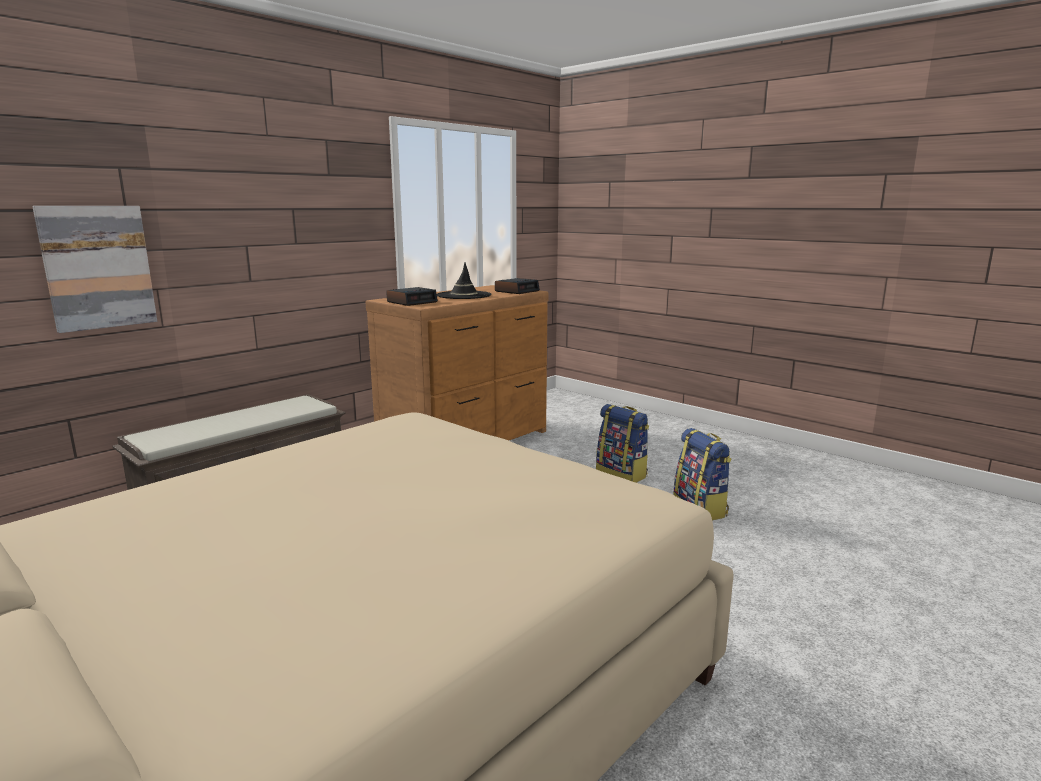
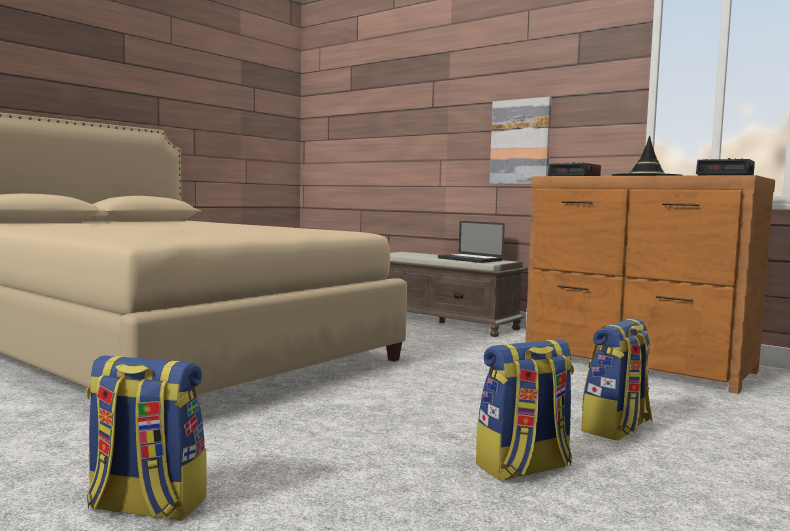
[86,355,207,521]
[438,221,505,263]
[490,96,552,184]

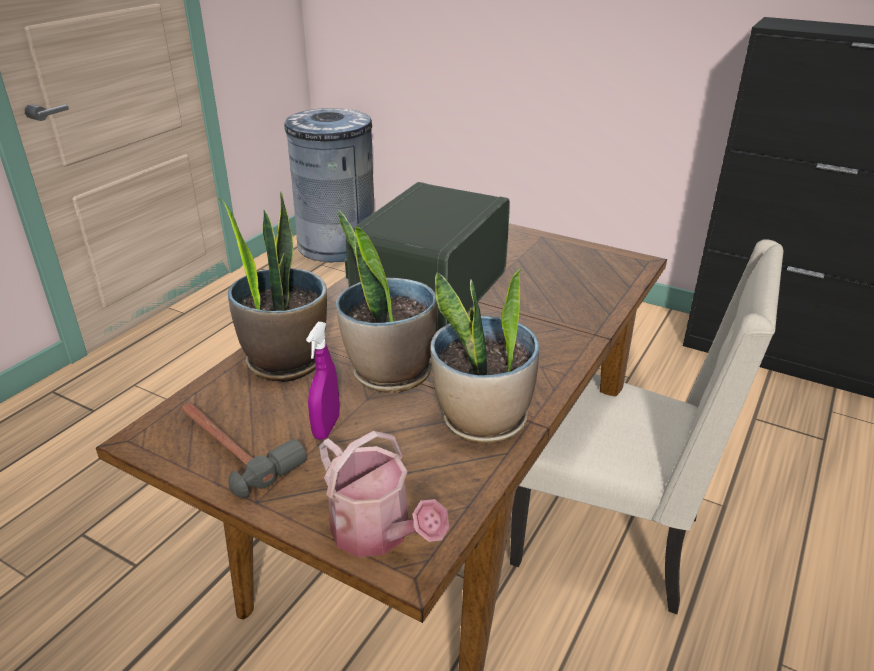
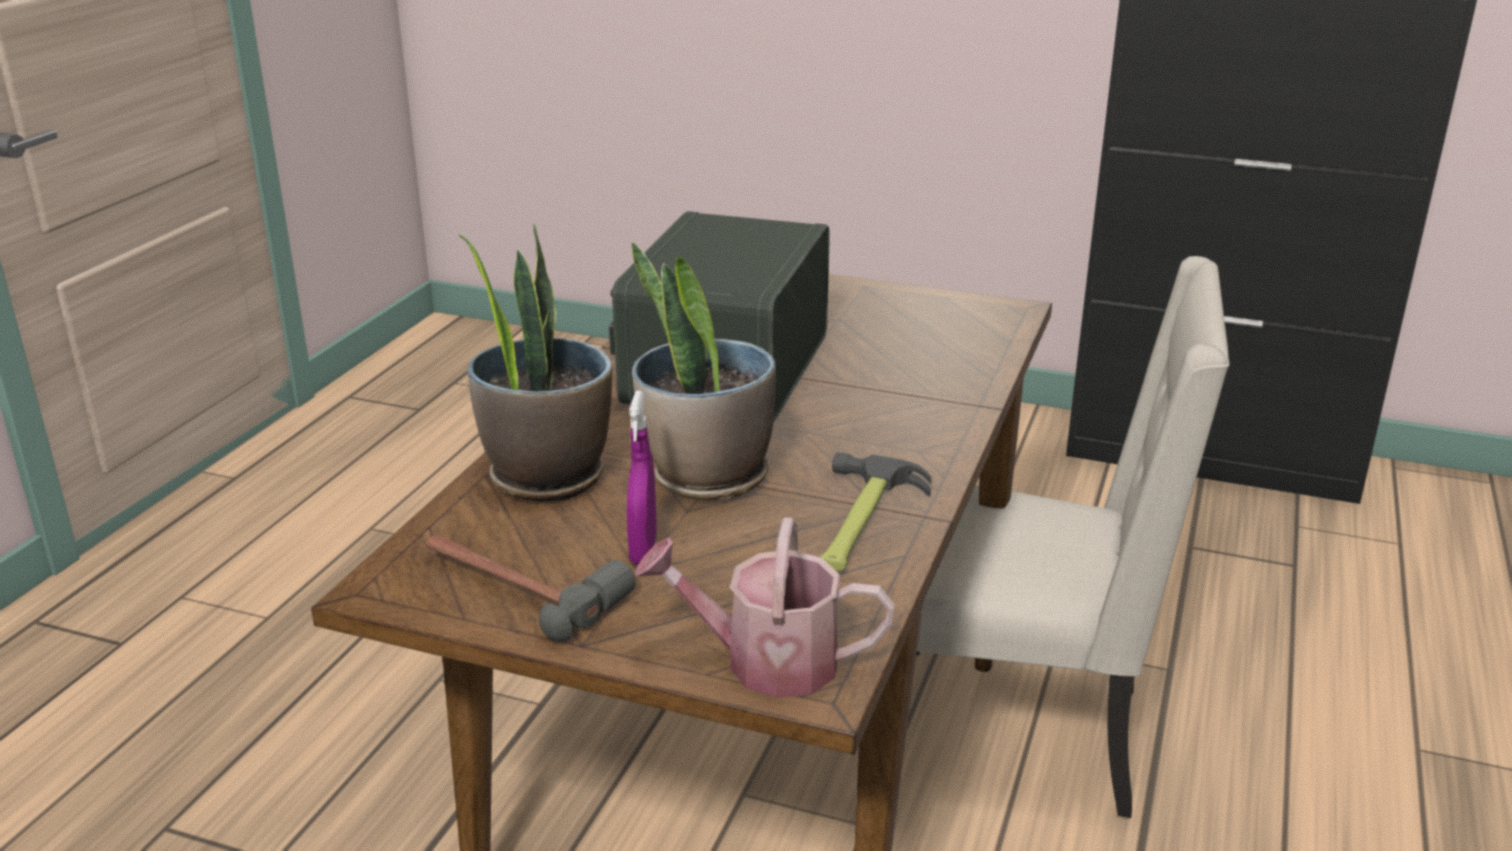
[284,108,374,263] (first image)
[820,452,932,571]
[635,517,894,698]

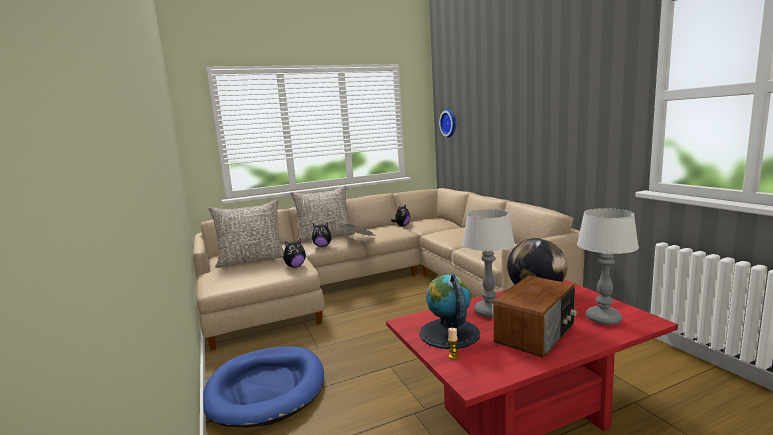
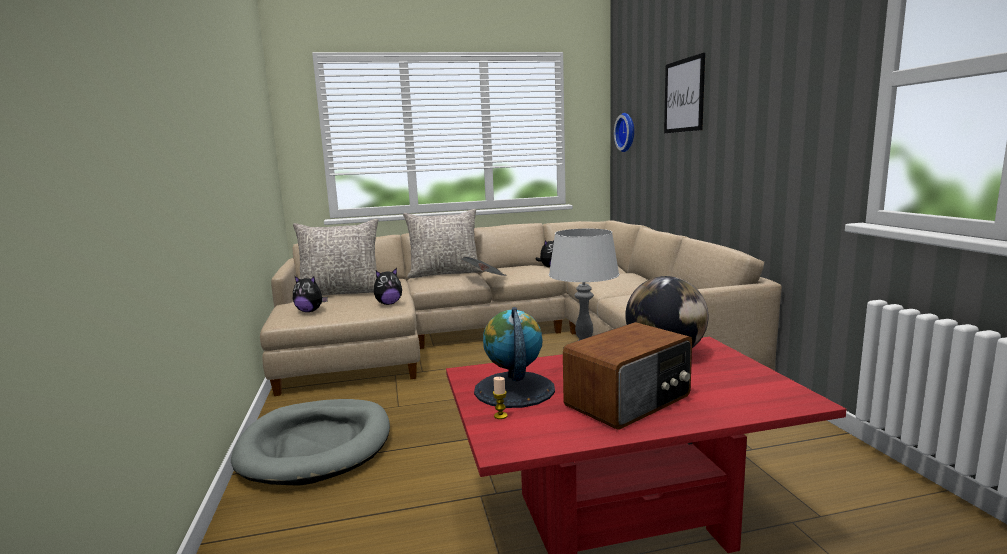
[577,208,639,325] (first image)
[664,53,705,133]
[293,276,328,312]
[231,399,390,486]

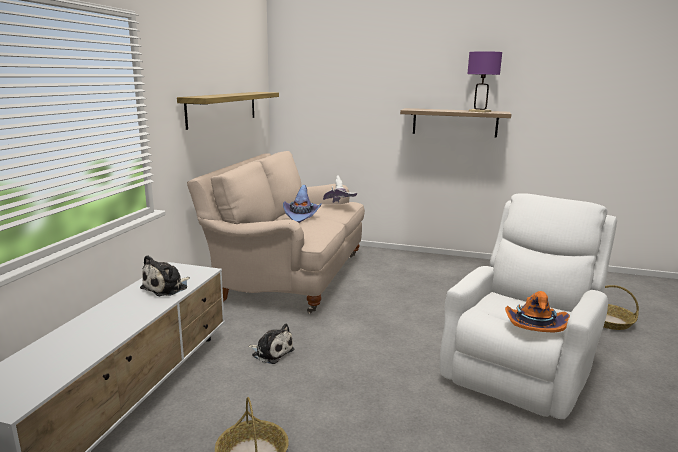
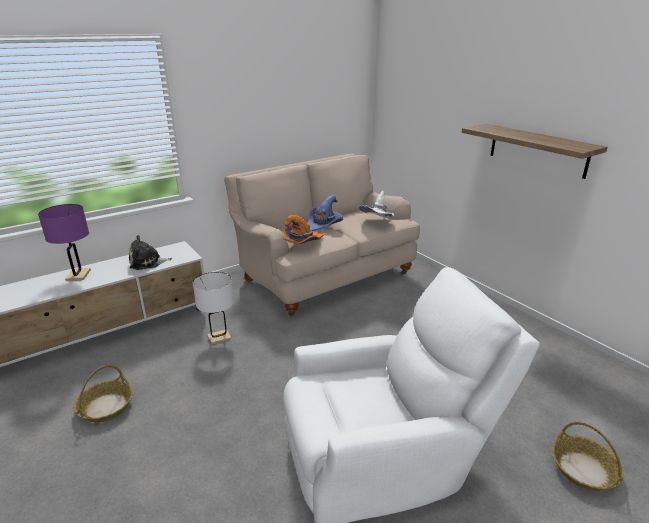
[177,92,279,130] (first image)
[38,204,91,281]
[282,215,323,244]
[193,272,234,345]

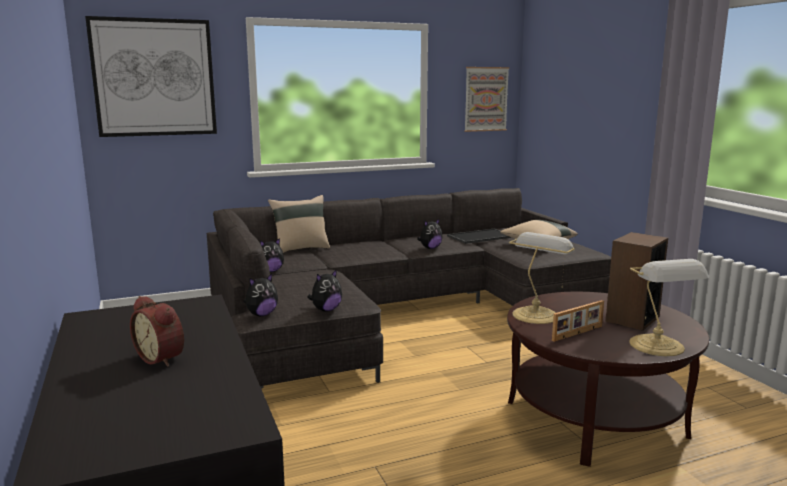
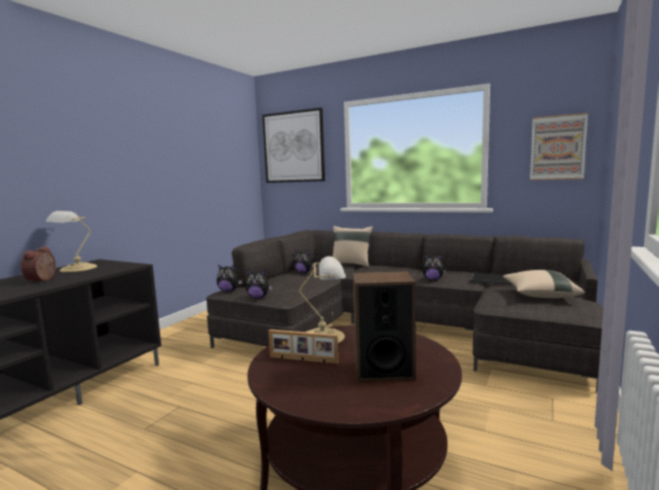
[46,211,97,272]

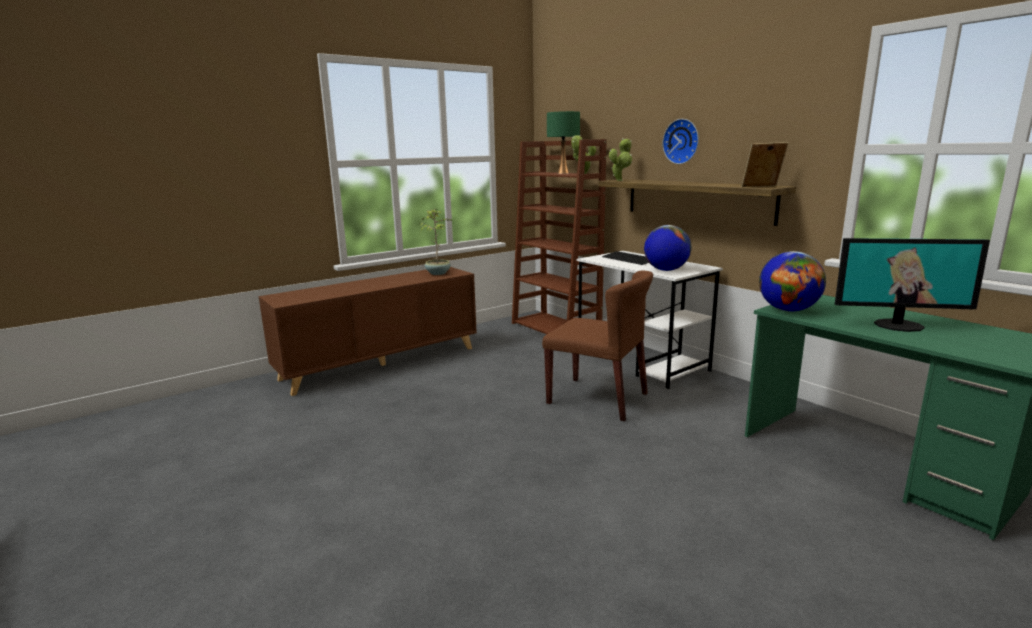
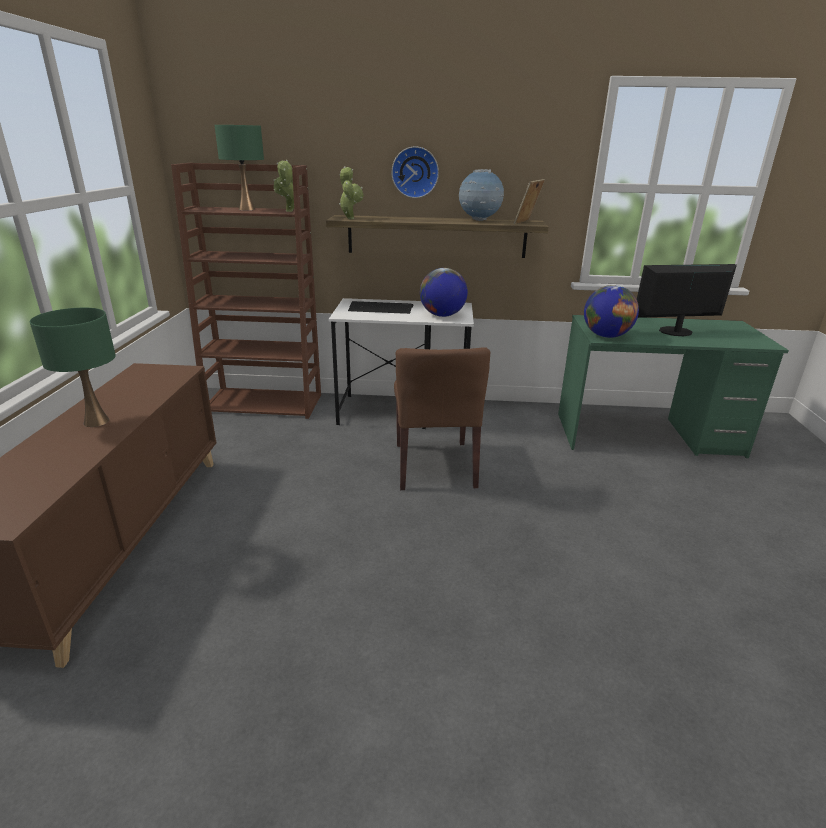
[419,209,452,275] (first image)
[30,308,116,427]
[459,169,504,221]
[394,347,490,490]
[637,264,737,336]

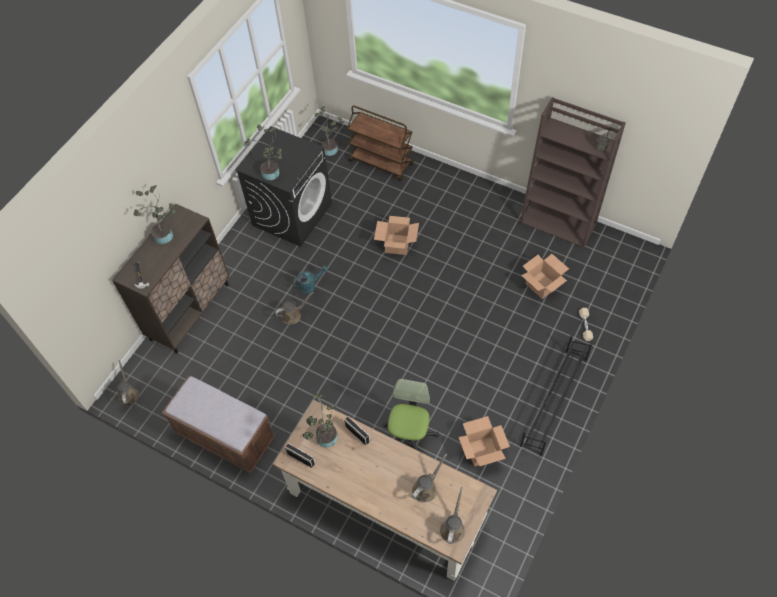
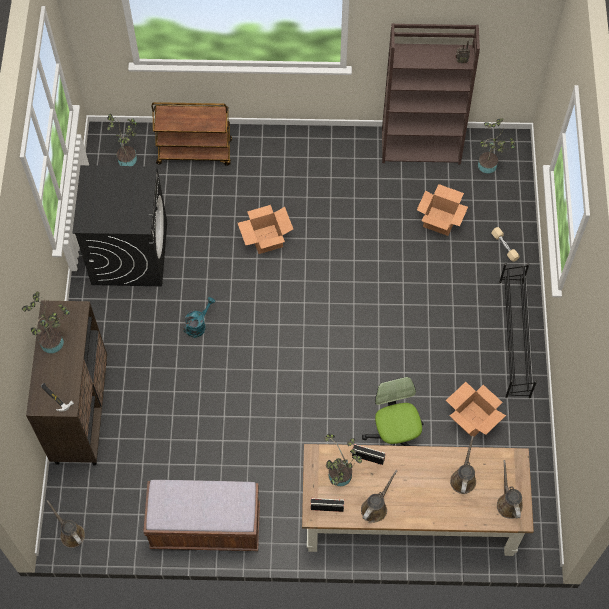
[478,118,515,174]
[361,470,398,523]

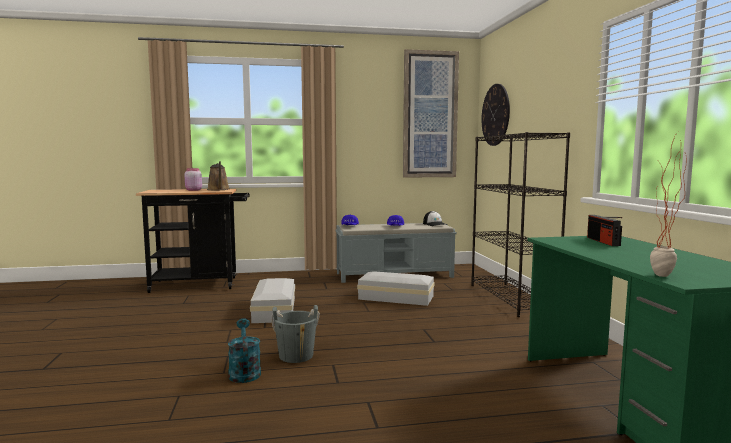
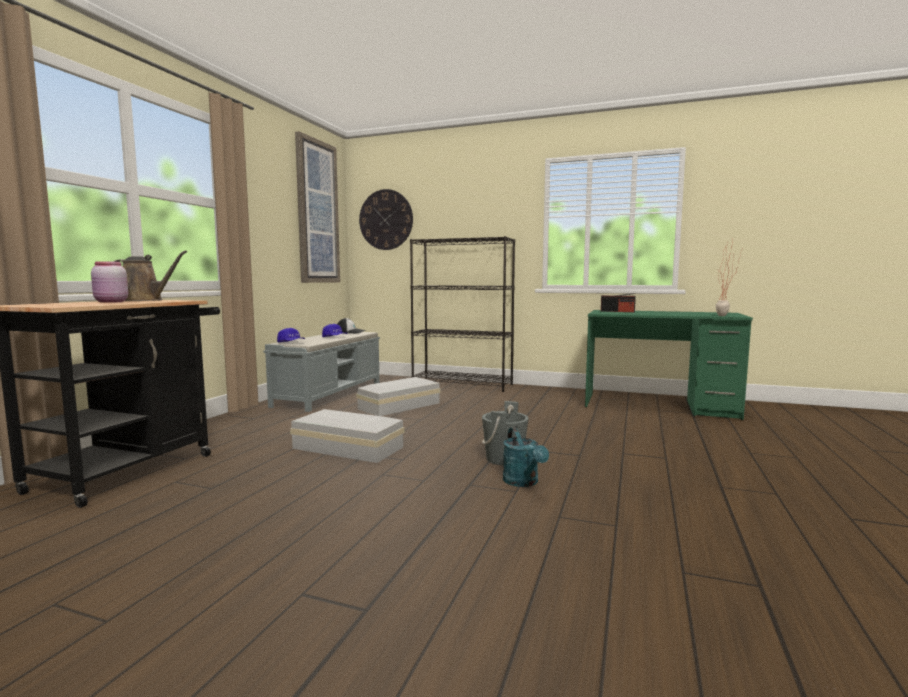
[503,427,549,487]

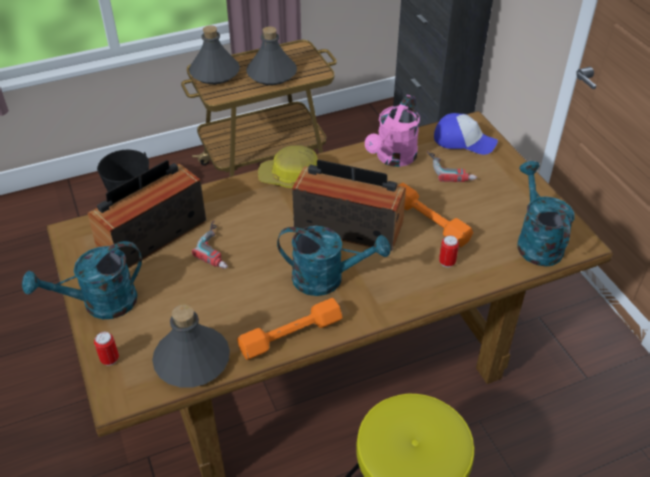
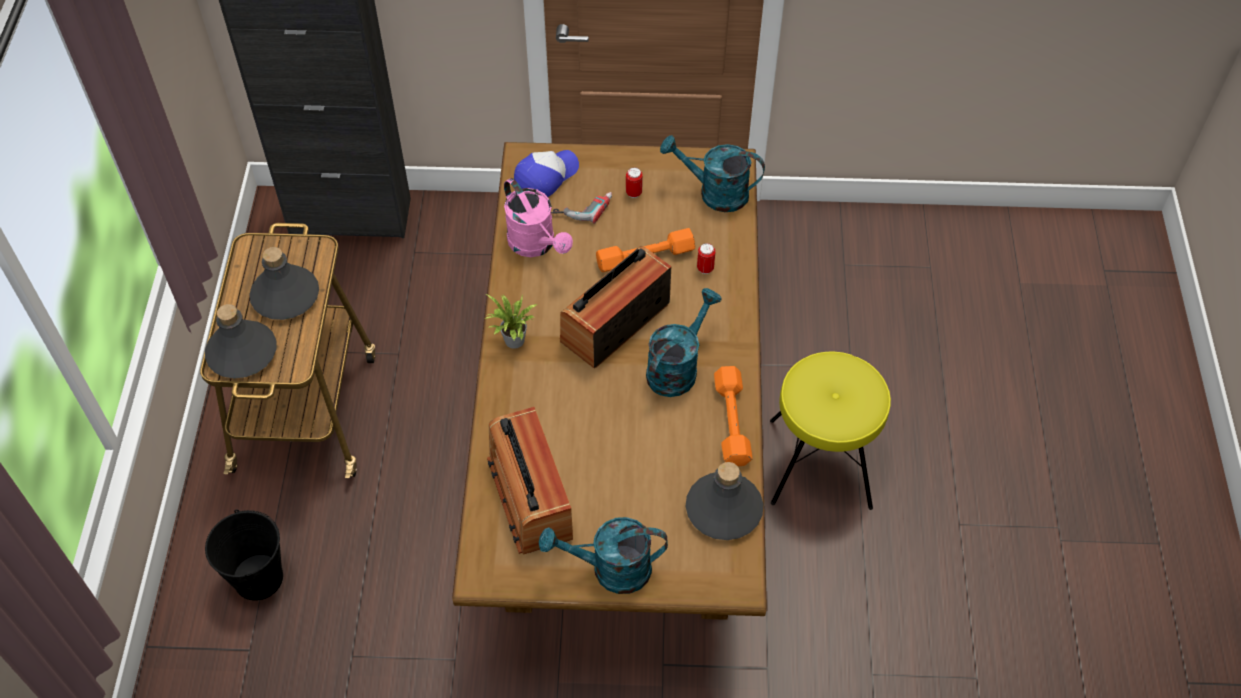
[192,221,228,269] (first image)
[626,167,643,198]
[485,294,537,349]
[539,517,668,594]

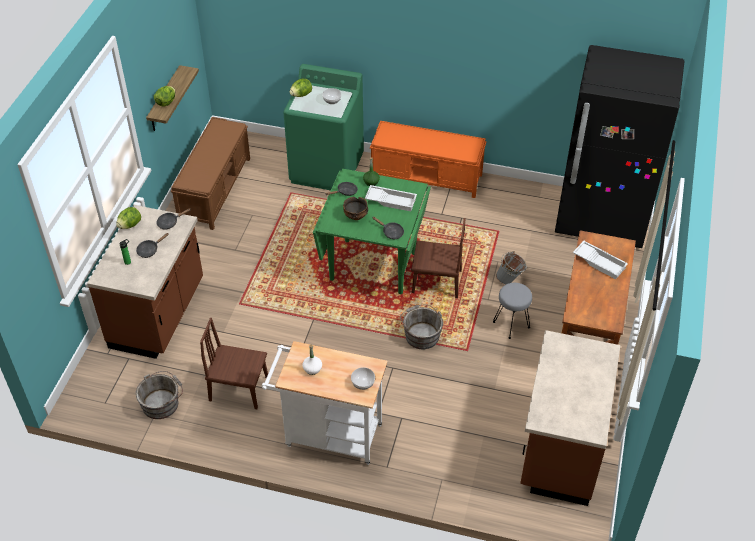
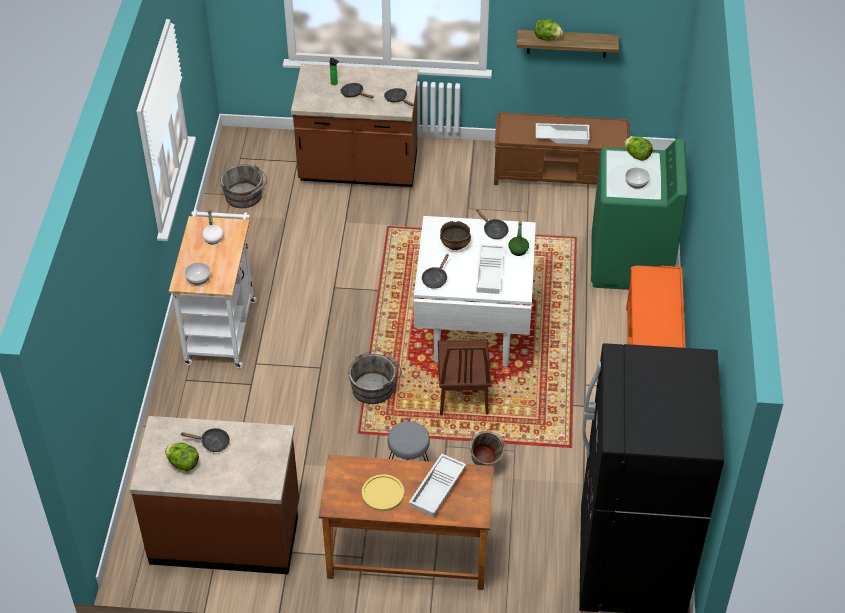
[200,318,268,409] (first image)
[181,428,230,452]
[362,474,404,511]
[536,123,590,144]
[165,443,199,472]
[414,216,536,367]

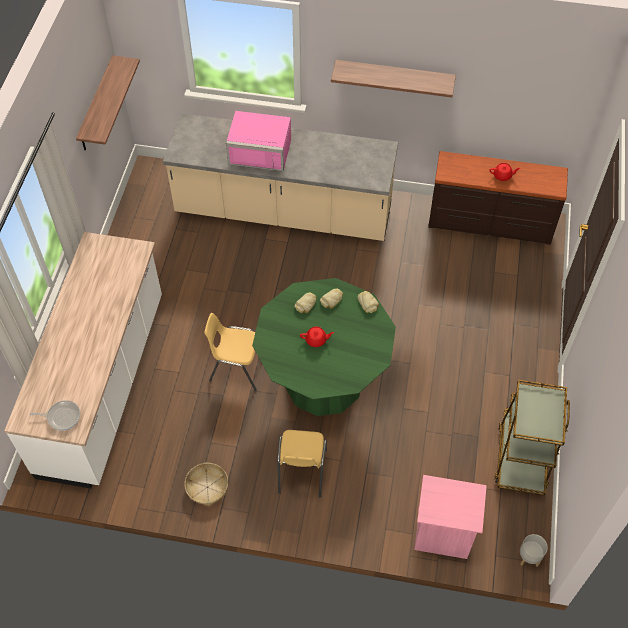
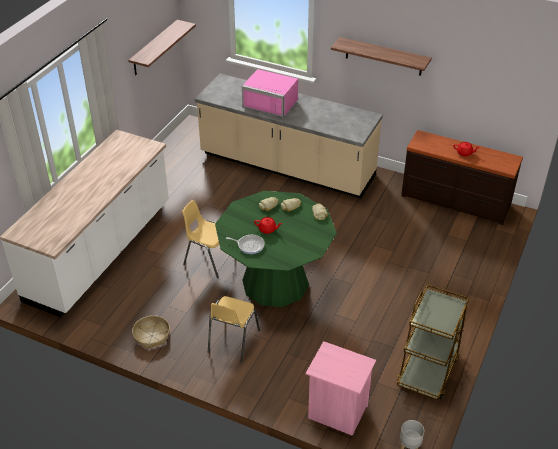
[226,235,265,254]

